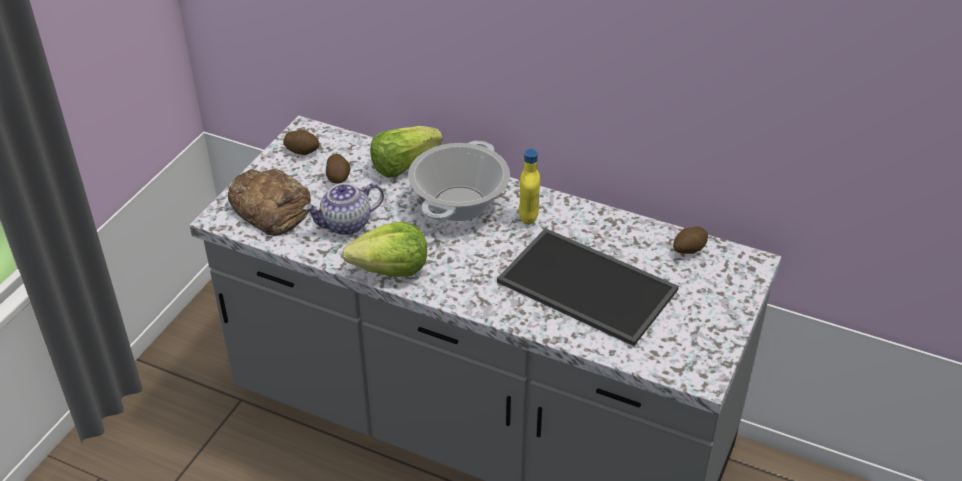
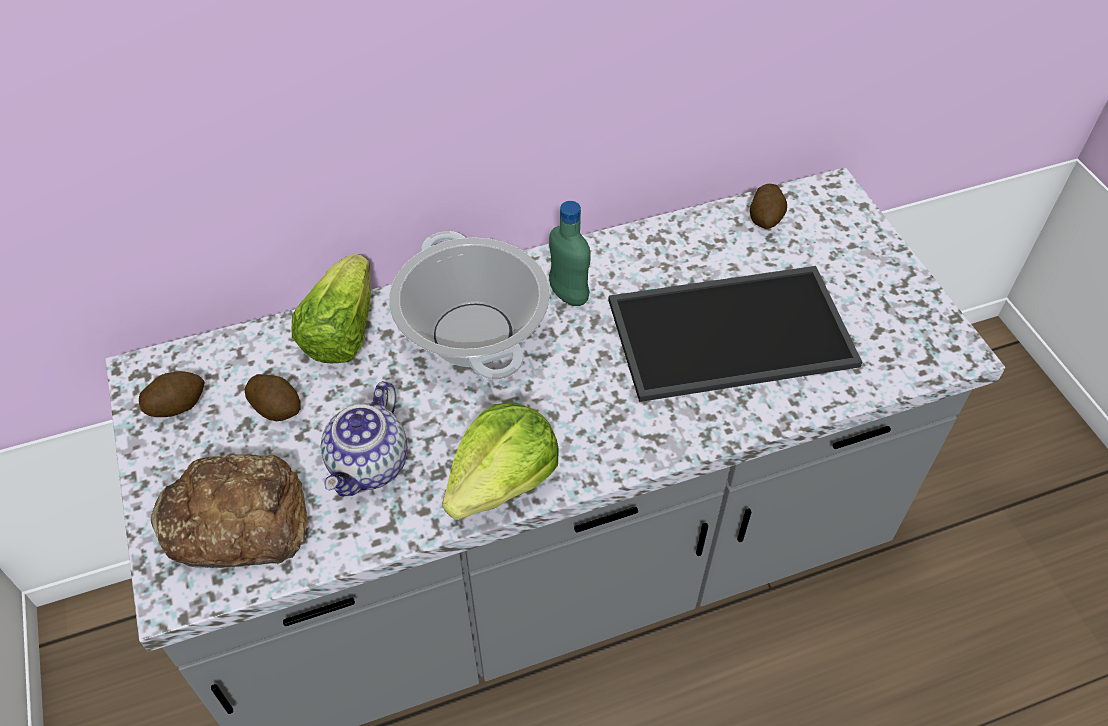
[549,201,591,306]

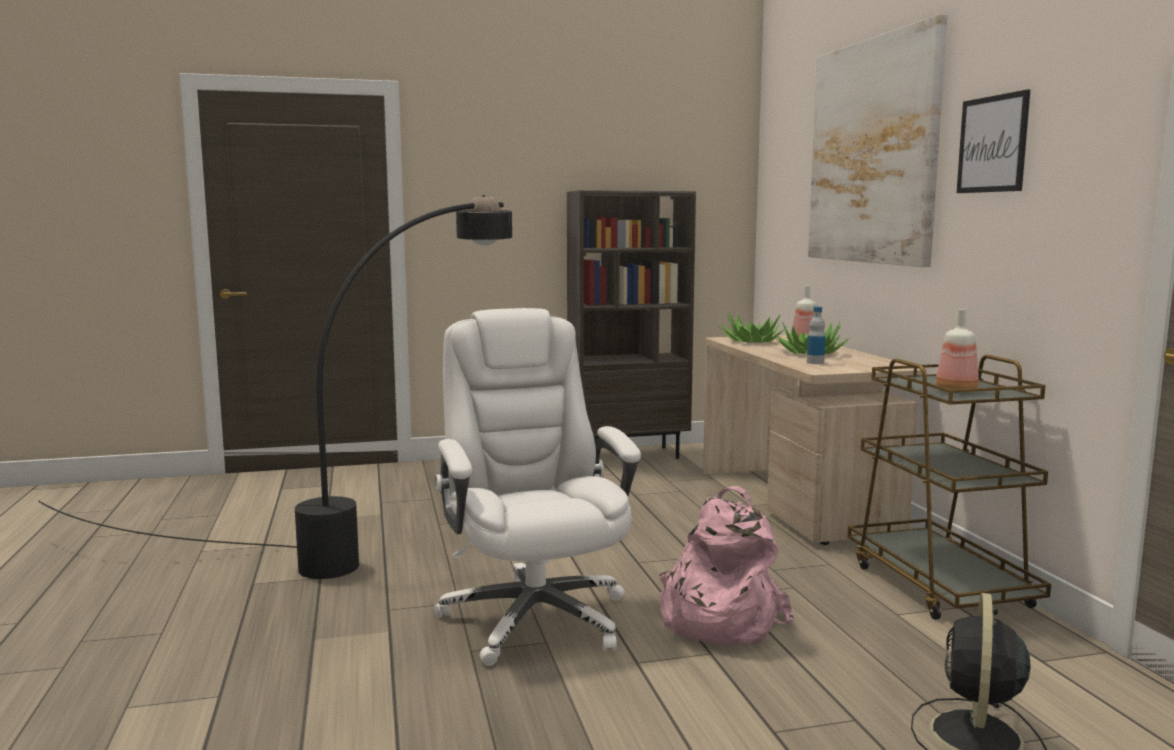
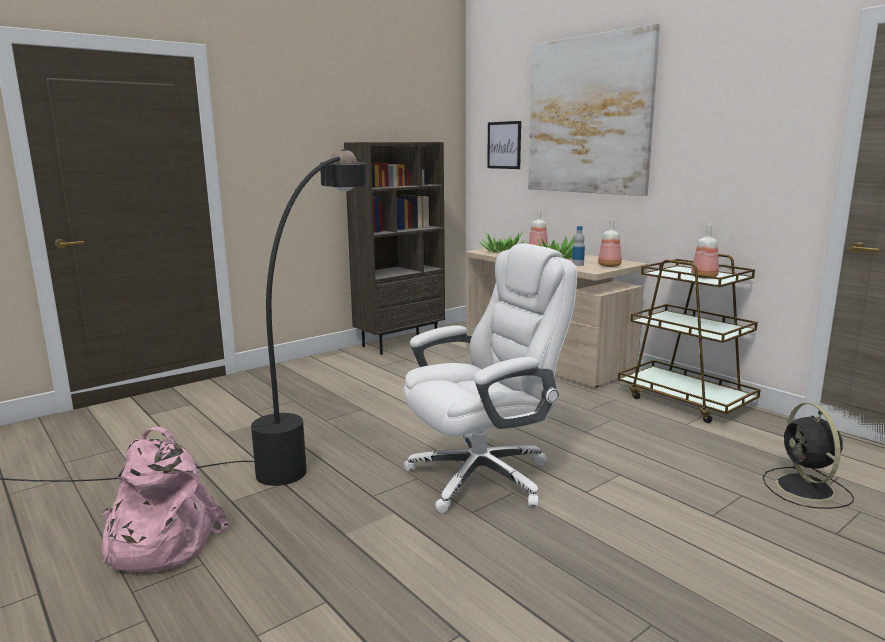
[598,219,622,267]
[102,427,228,572]
[487,121,521,169]
[403,244,577,513]

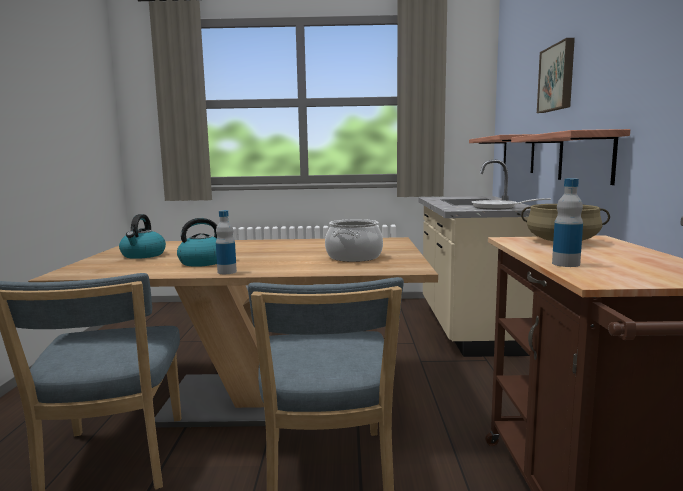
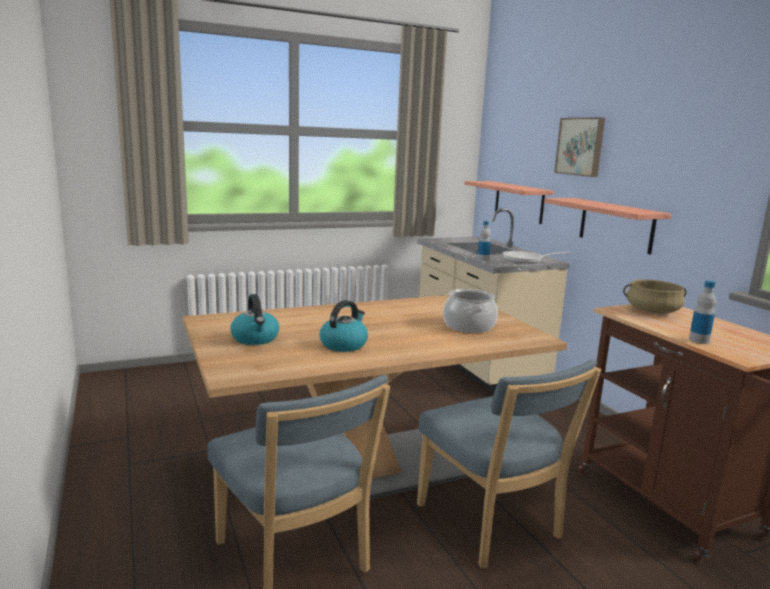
[477,221,491,261]

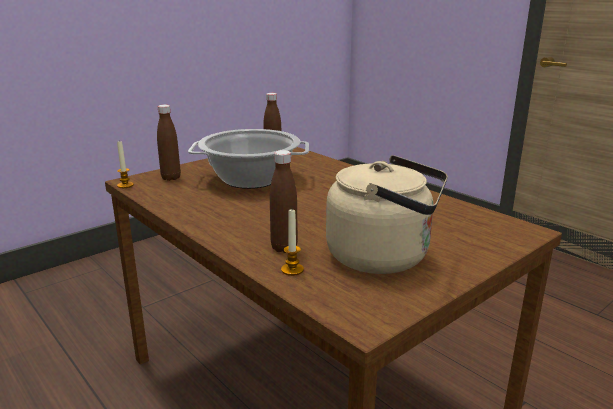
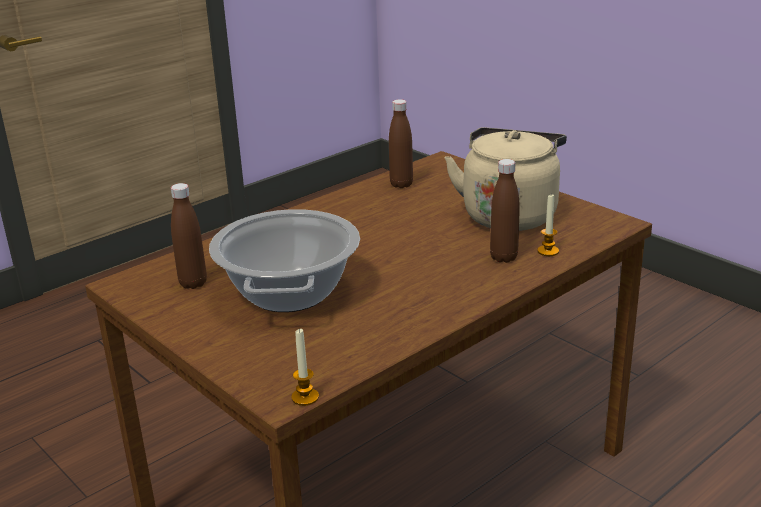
[389,99,413,188]

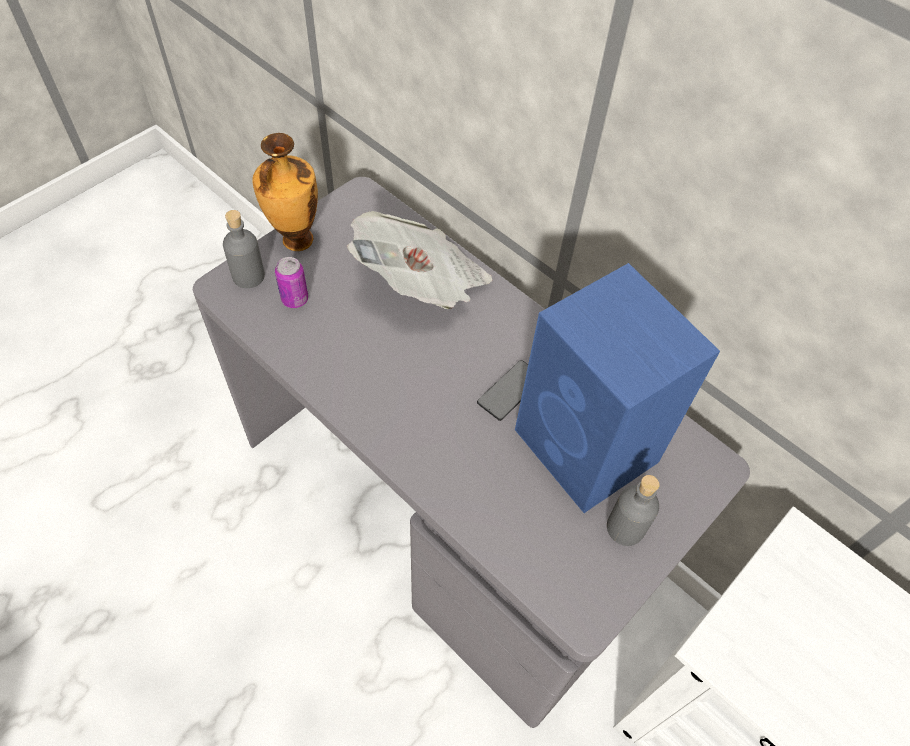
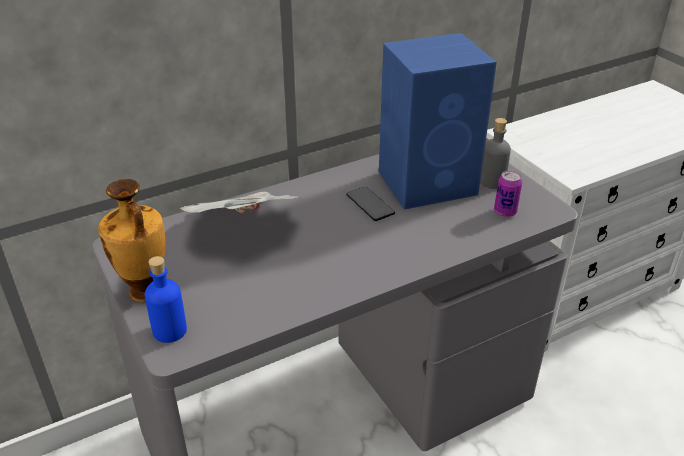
[494,171,522,217]
[145,256,187,343]

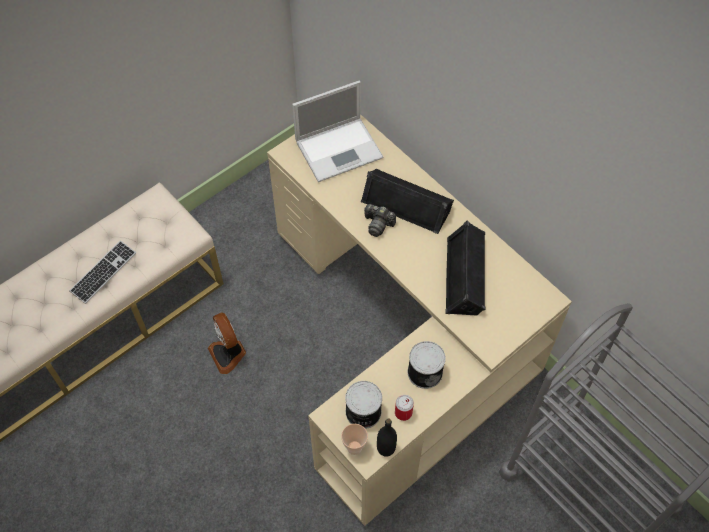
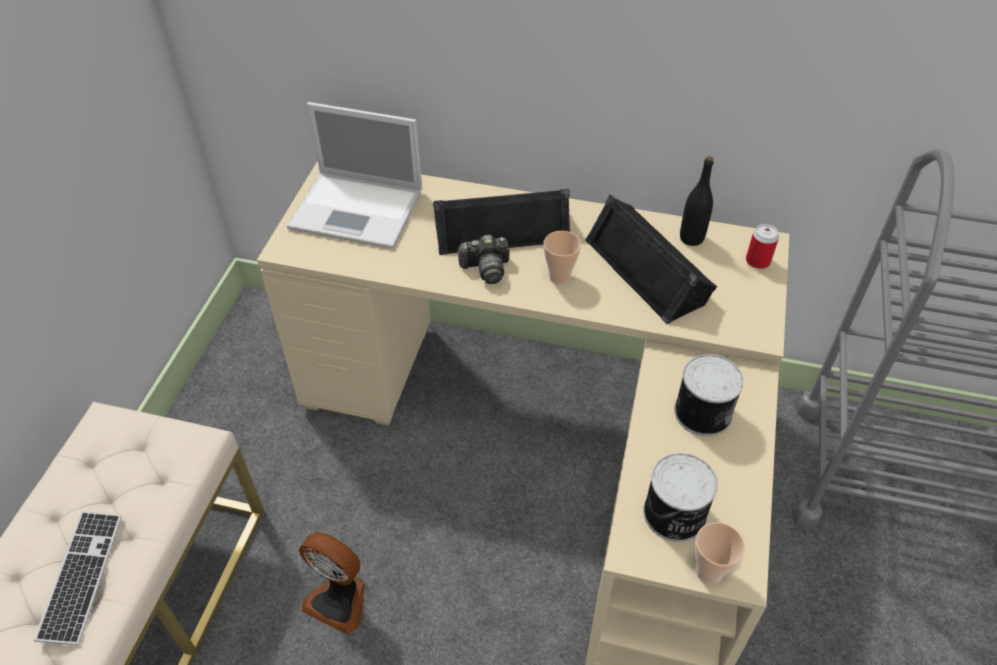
[543,231,581,285]
[680,156,713,246]
[746,224,779,269]
[287,102,422,249]

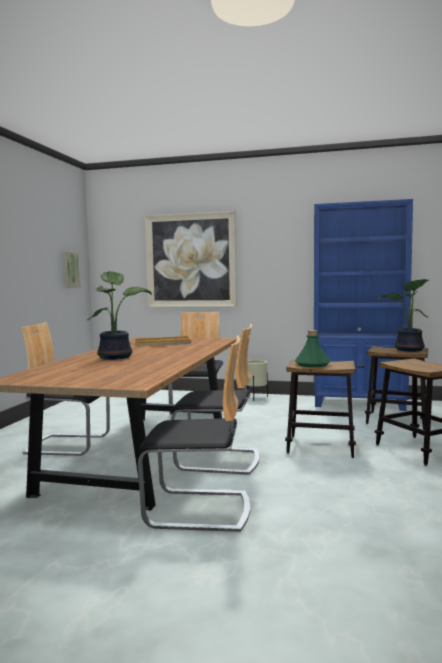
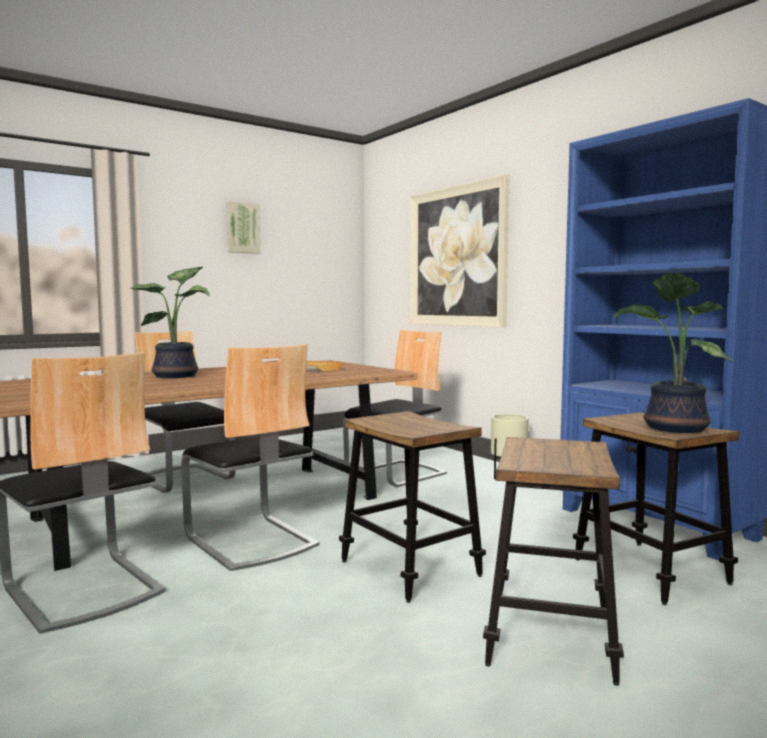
[295,330,331,367] (first image)
[226,201,260,254]

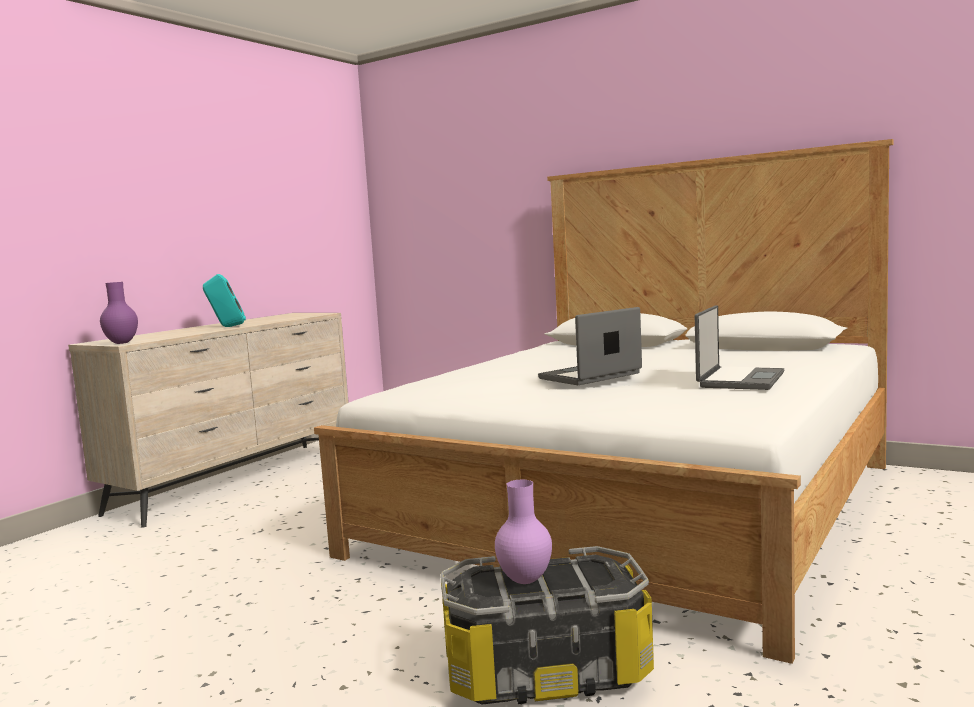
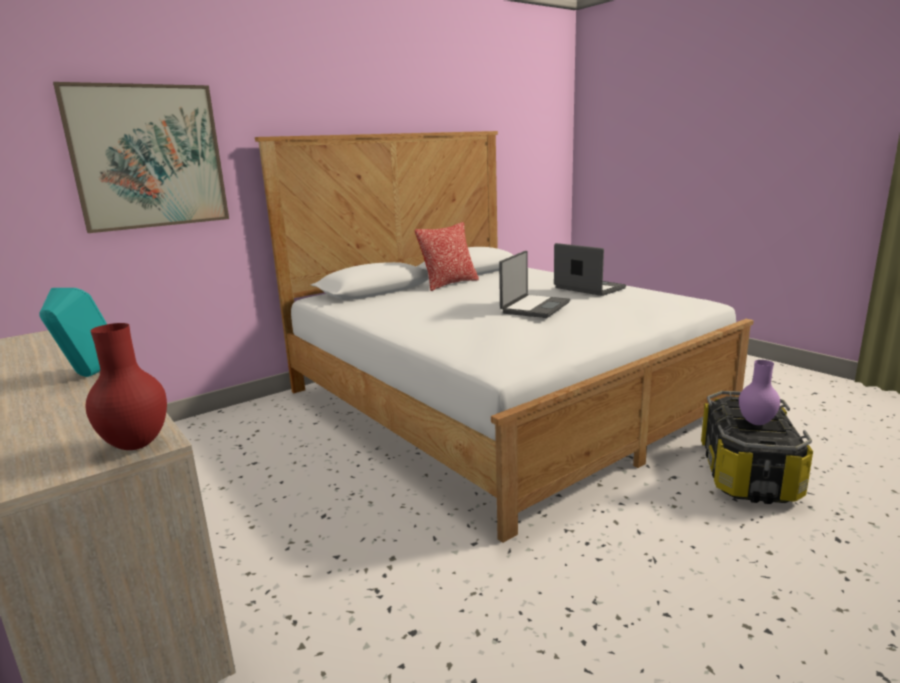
[53,82,229,233]
[415,222,479,291]
[85,323,167,450]
[499,251,570,318]

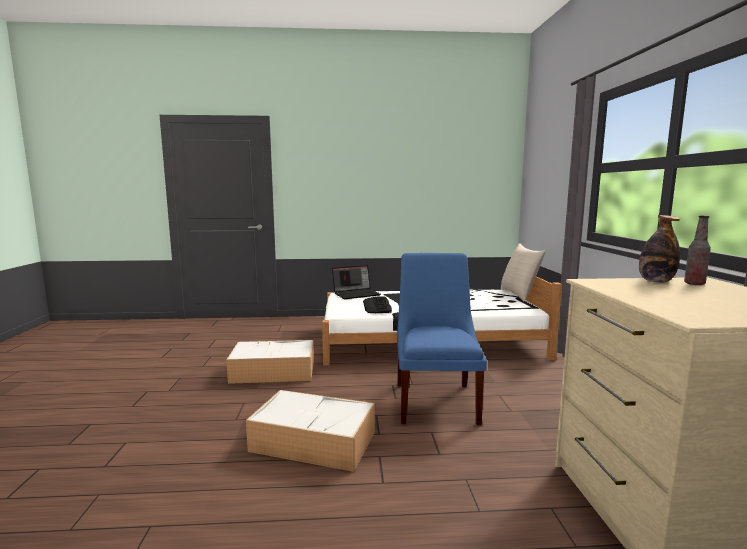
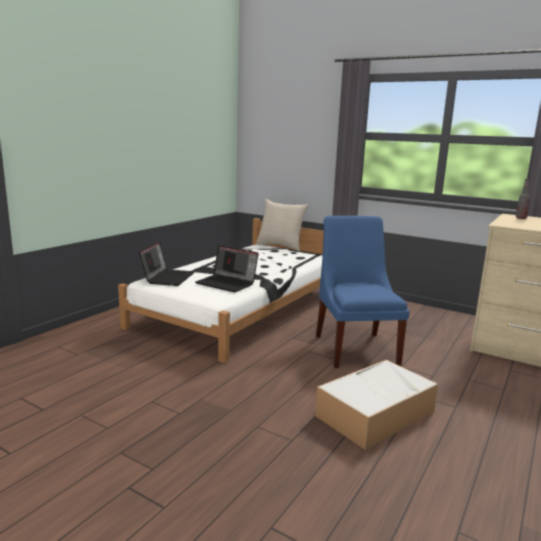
[226,340,314,384] (first image)
[639,215,680,283] (first image)
[195,246,259,292]
[316,216,410,368]

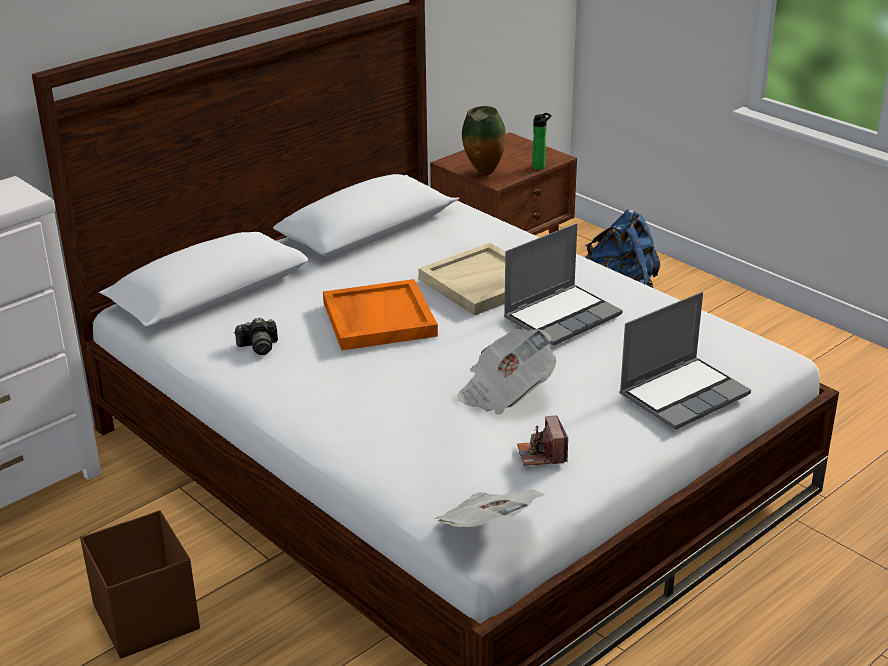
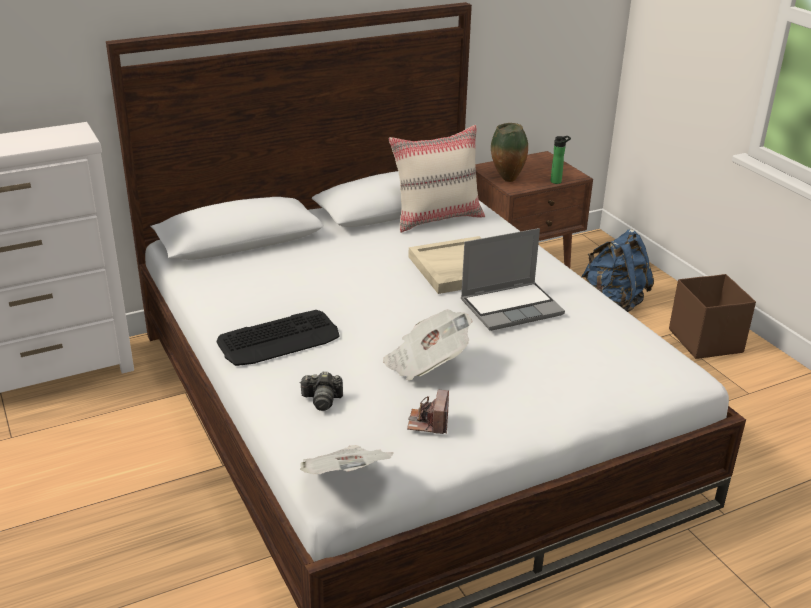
[323,279,438,351] (first image)
[619,292,751,430] (first image)
[217,310,340,366]
[388,125,485,232]
[669,274,756,359]
[299,372,343,411]

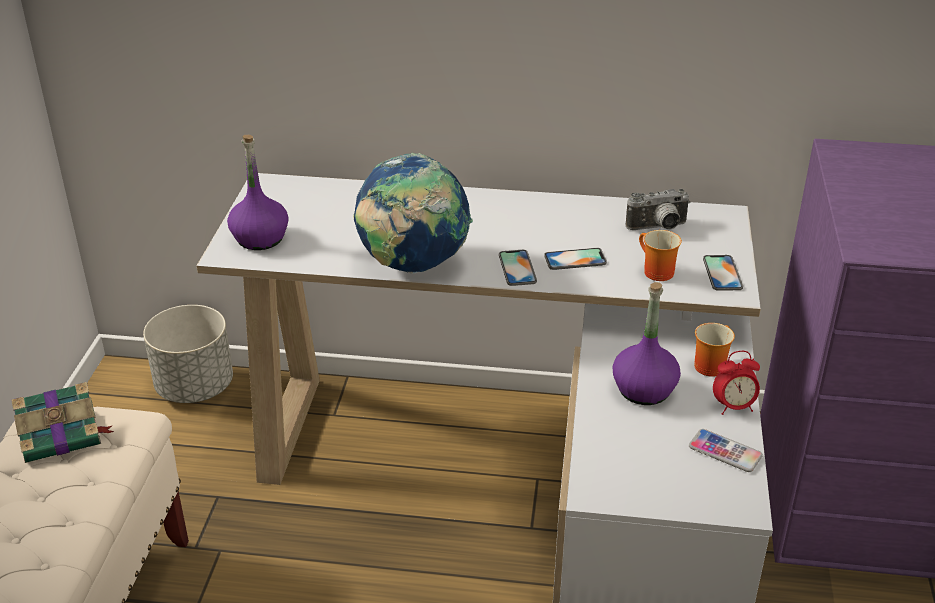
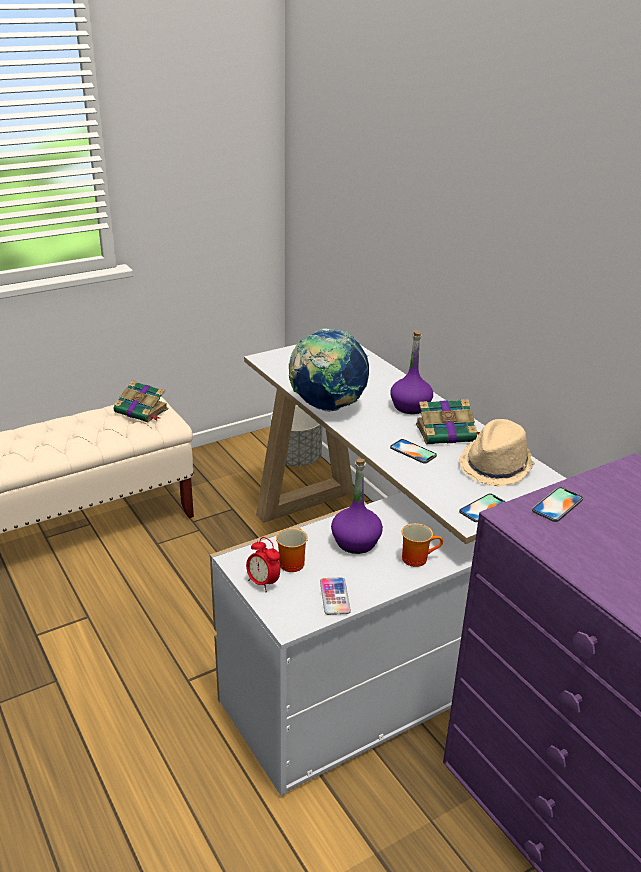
[416,399,480,444]
[390,331,433,414]
[532,487,583,522]
[276,528,308,572]
[246,537,280,592]
[459,419,535,487]

